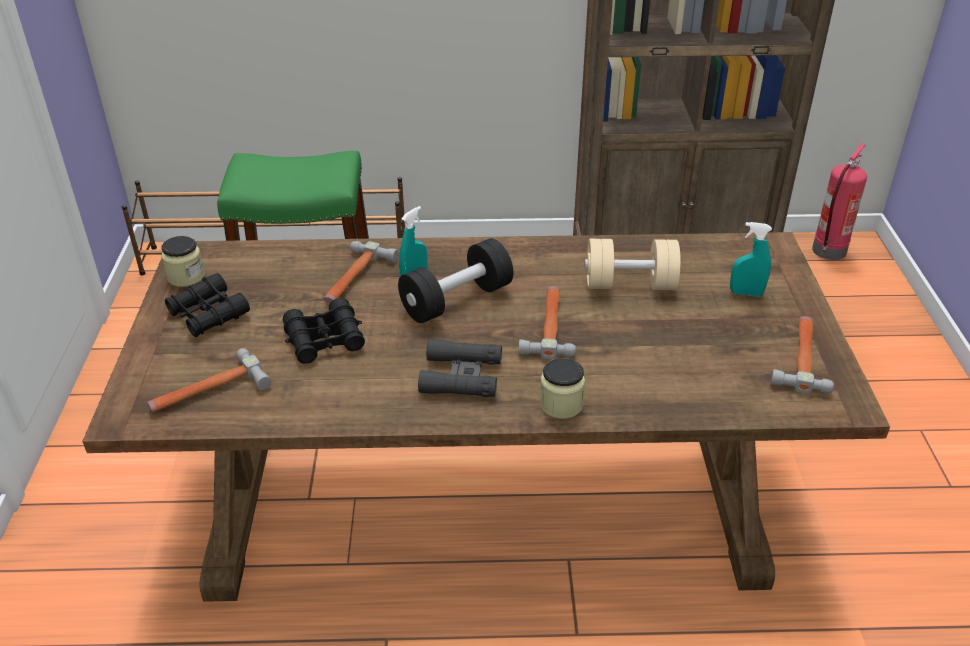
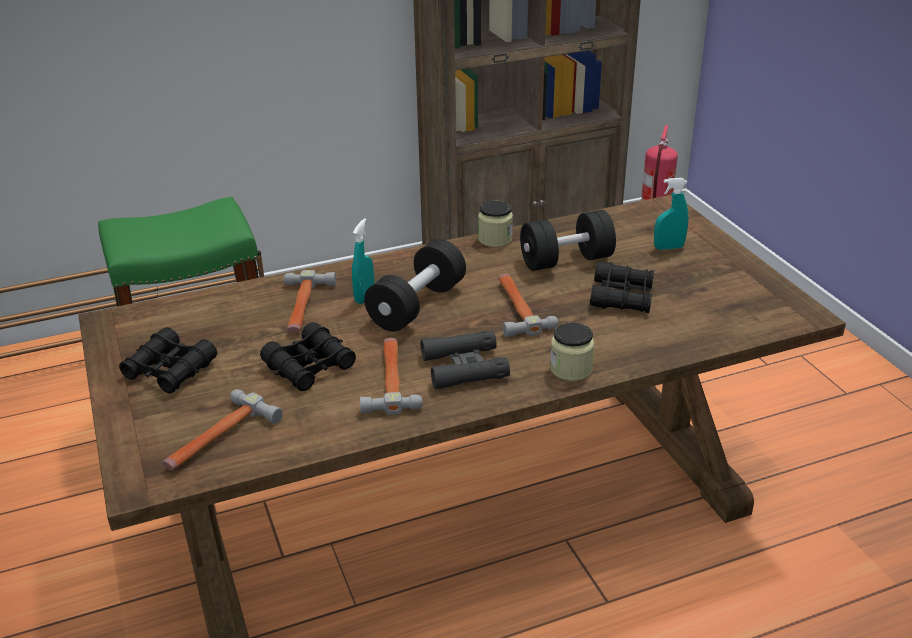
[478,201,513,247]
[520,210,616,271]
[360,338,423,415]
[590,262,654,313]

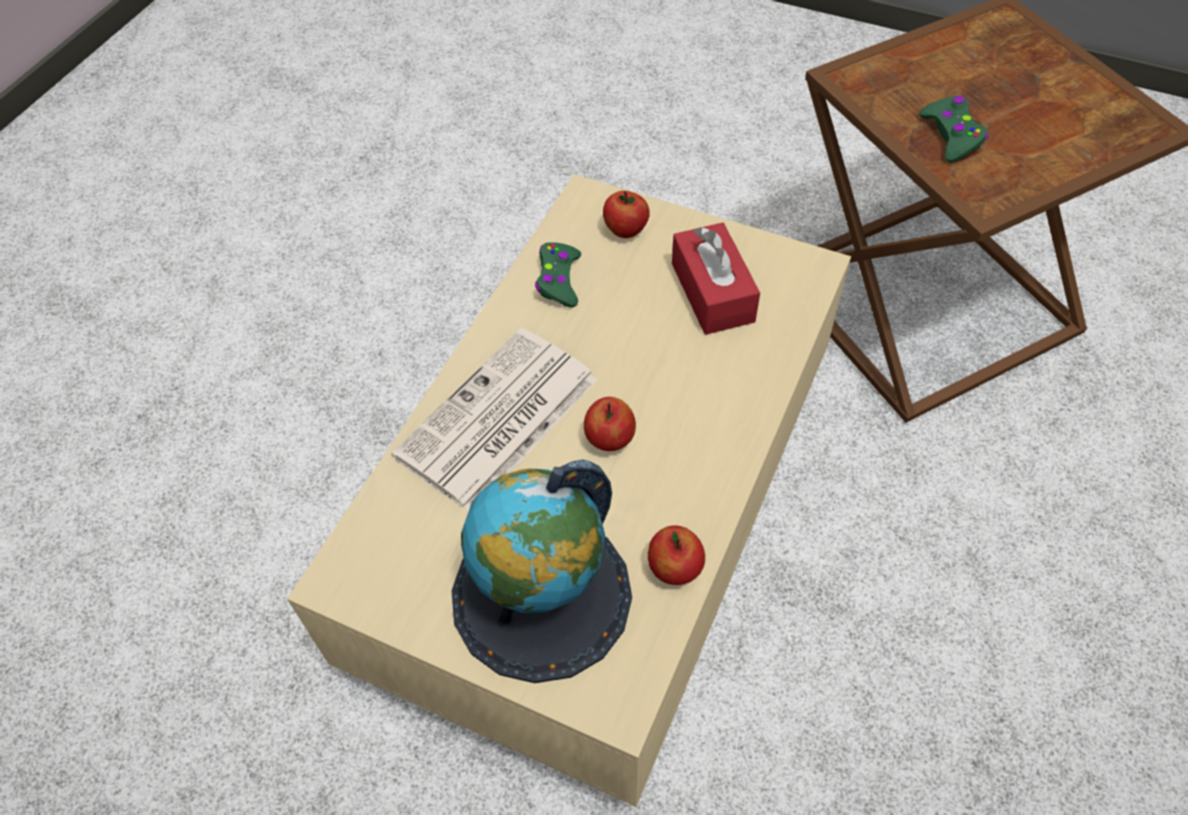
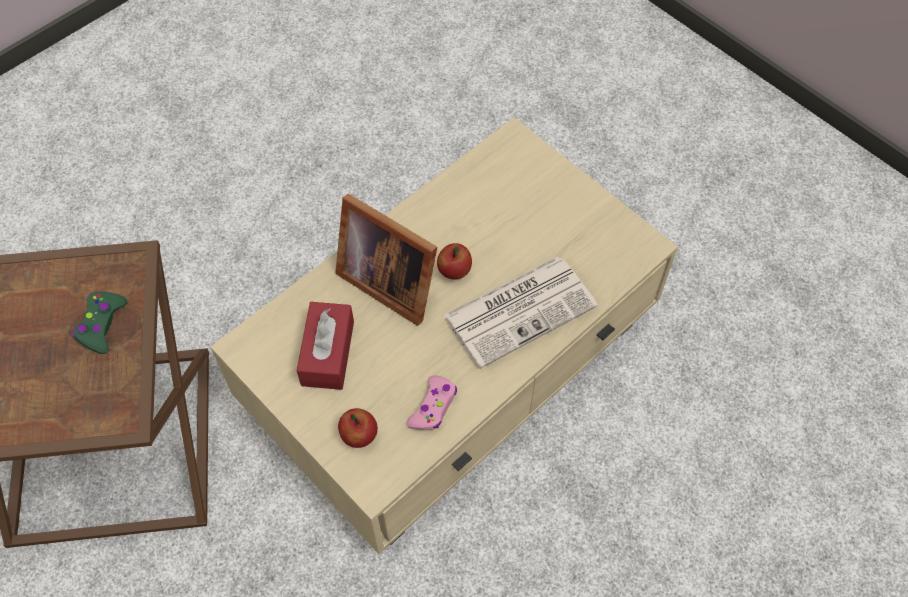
[451,459,632,683] (first image)
[406,375,457,430]
[648,525,705,585] (first image)
[335,193,437,326]

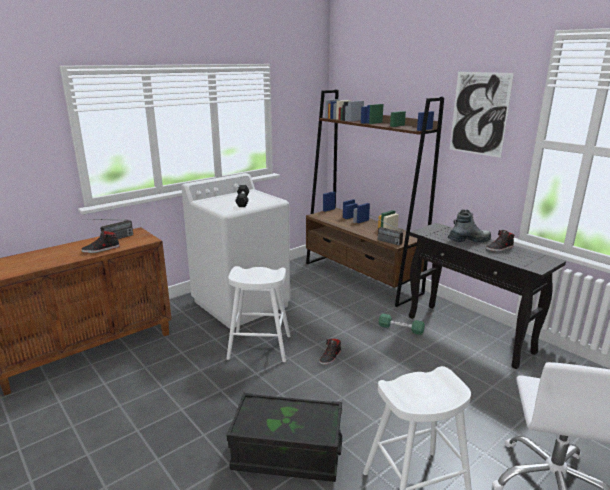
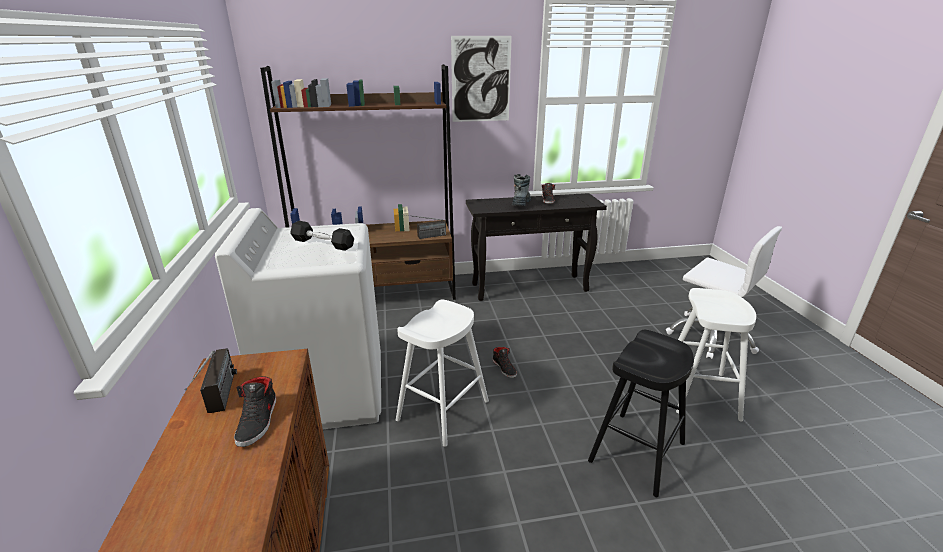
[588,330,694,497]
[379,314,425,335] (first image)

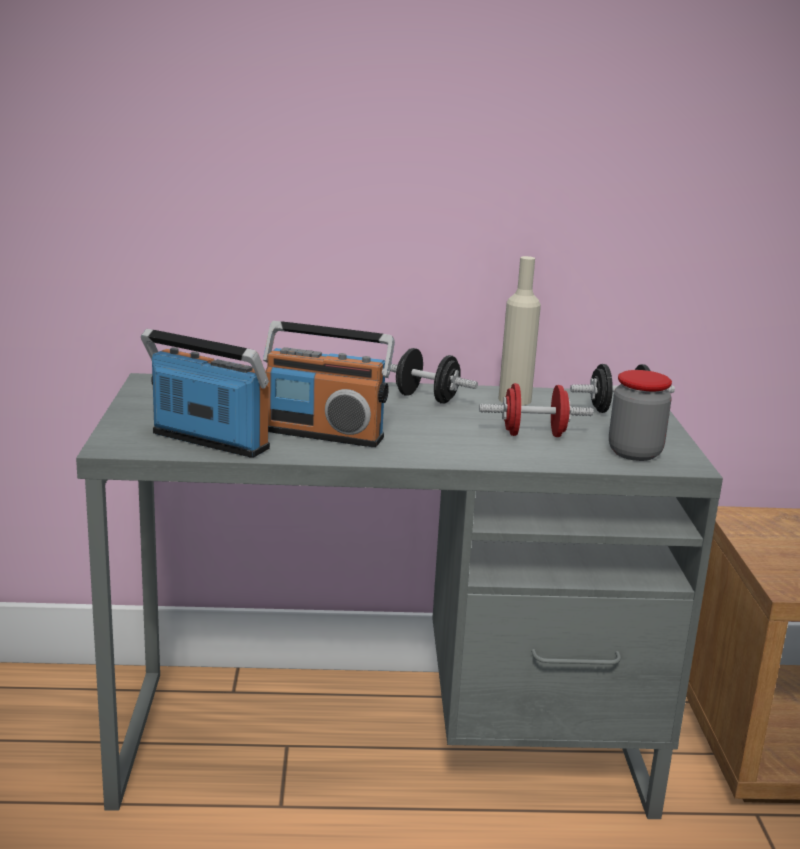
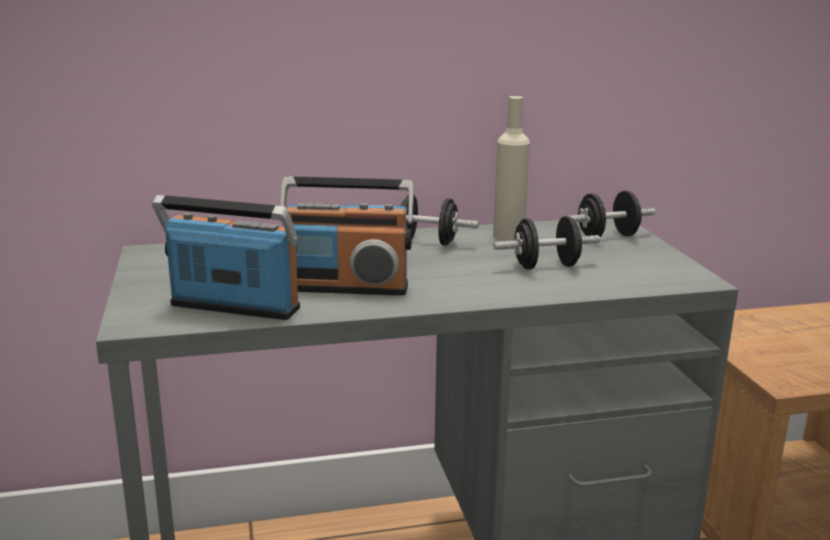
[493,216,600,270]
[609,370,672,461] (first image)

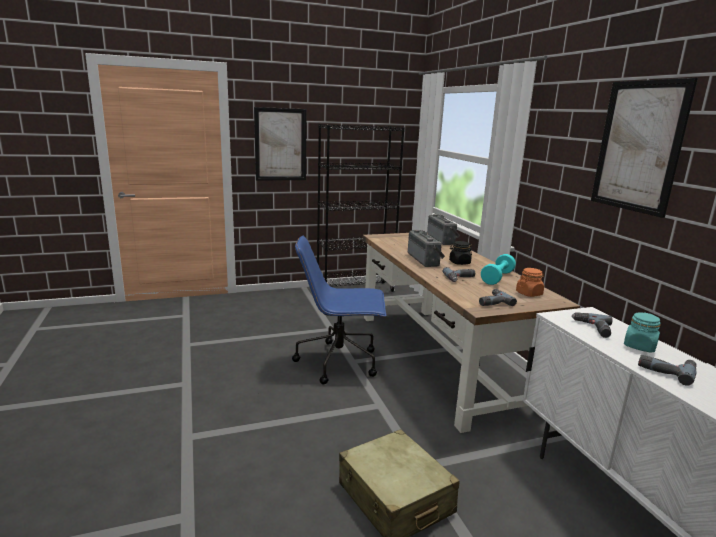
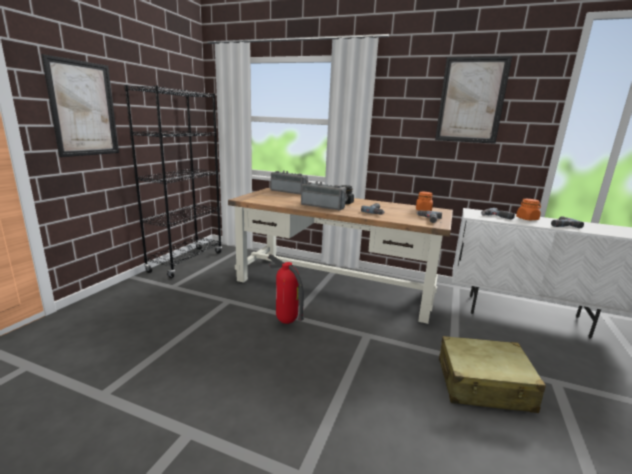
[268,254,304,324]
[481,254,516,285] (first image)
[516,199,541,220]

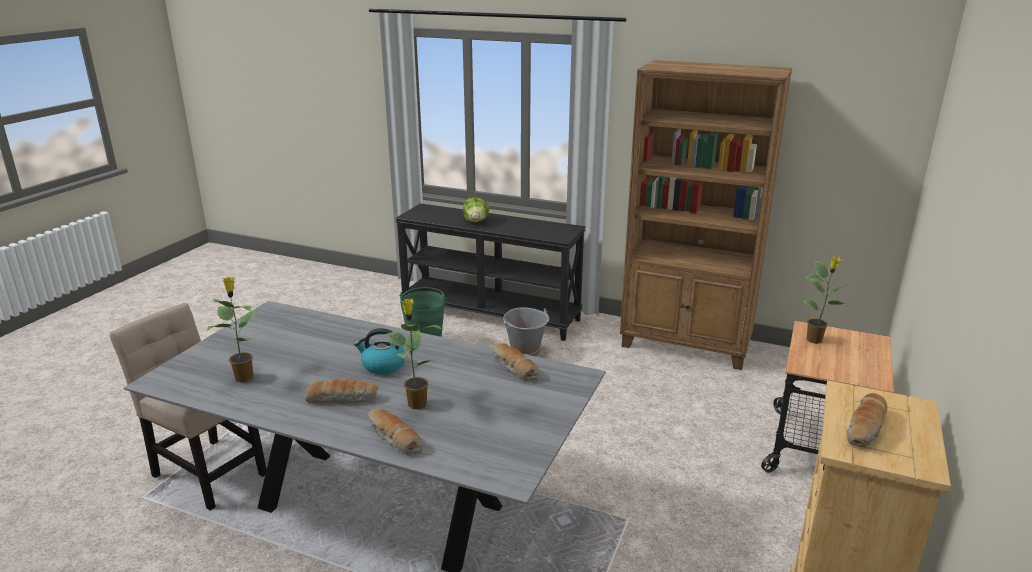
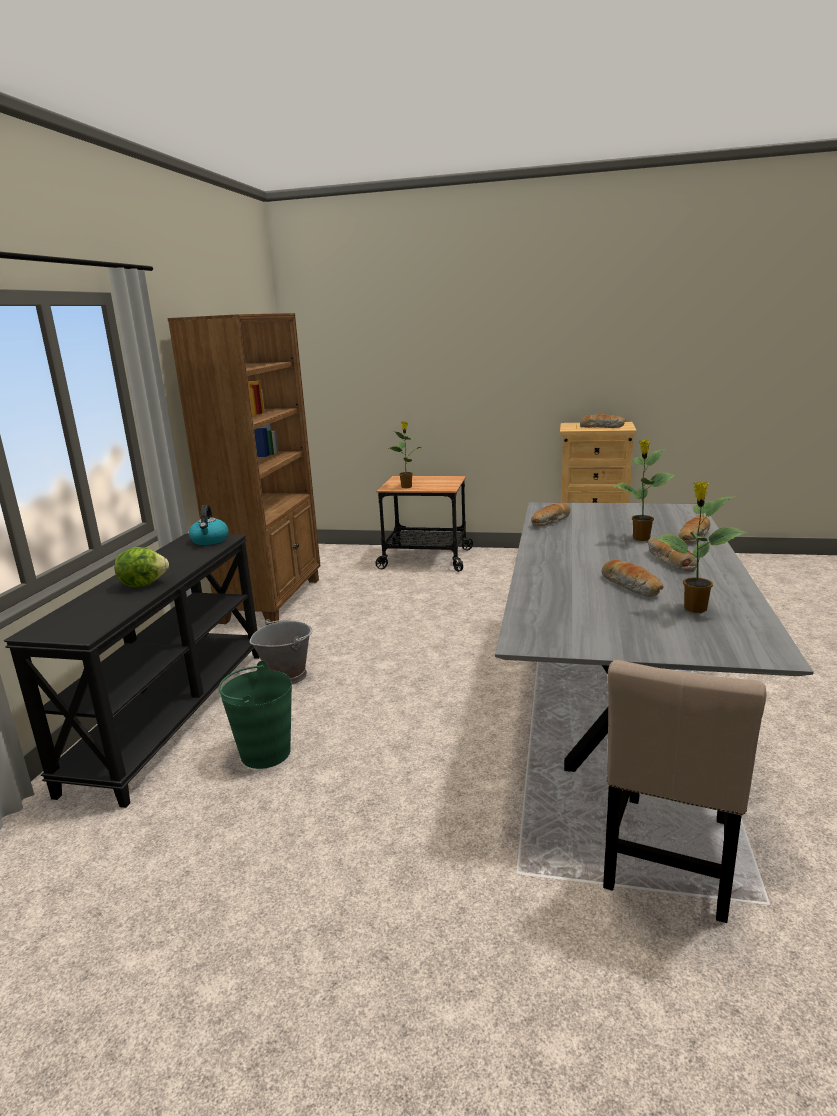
[189,505,228,545]
[601,560,664,597]

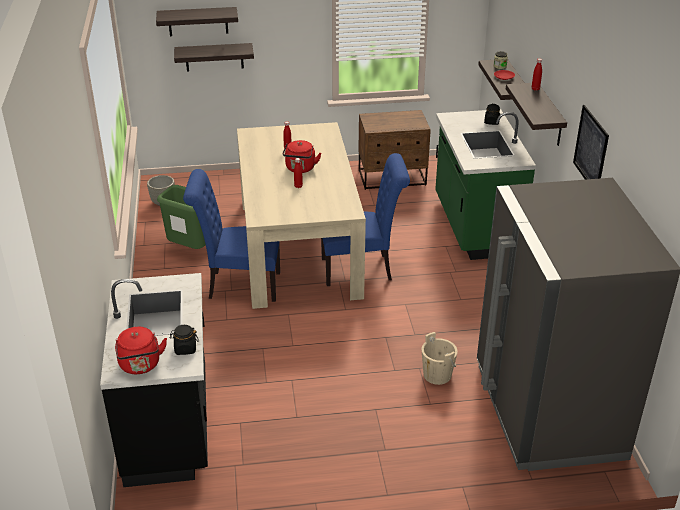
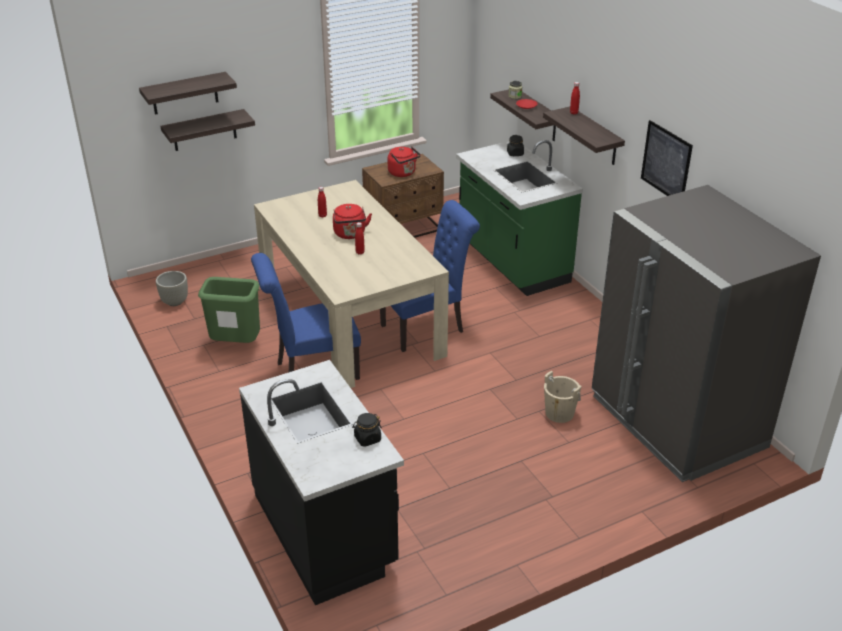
[388,146,421,177]

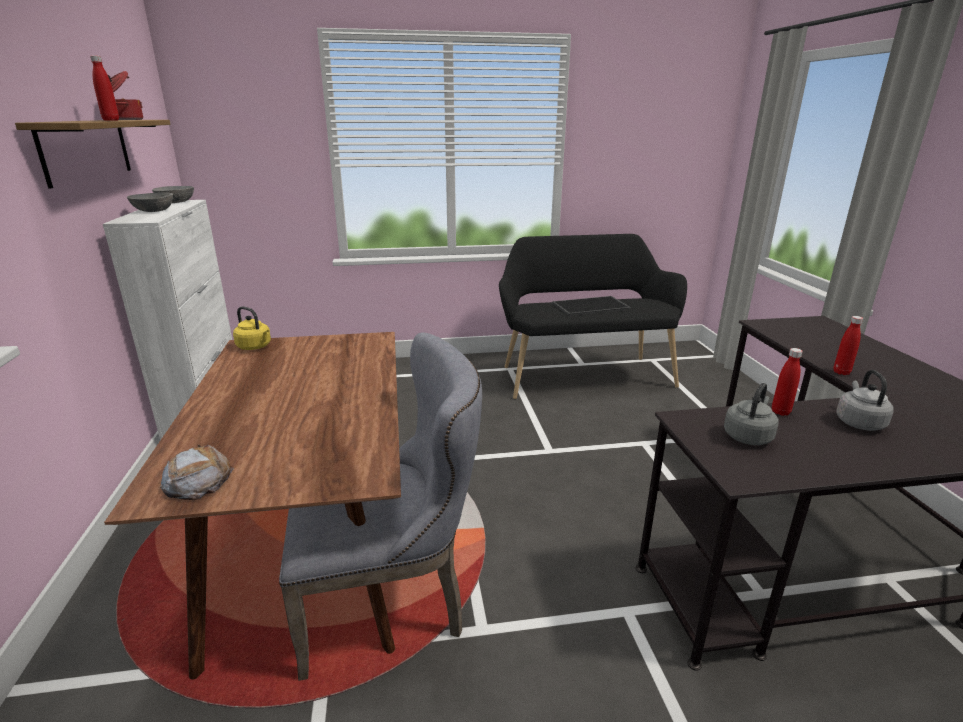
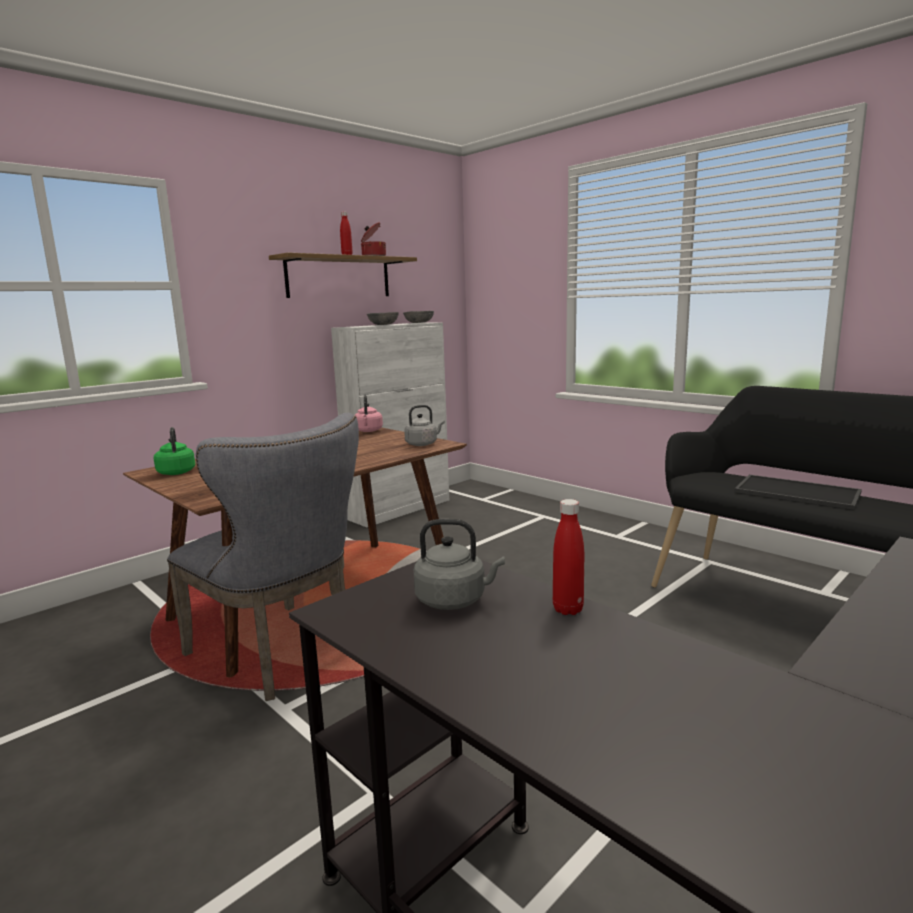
[154,427,195,475]
[355,395,383,432]
[833,316,863,375] (first image)
[404,405,445,446]

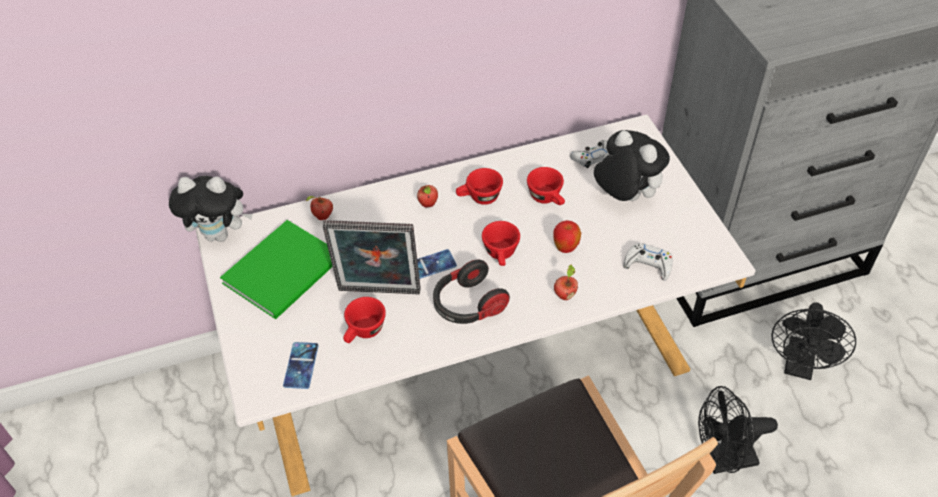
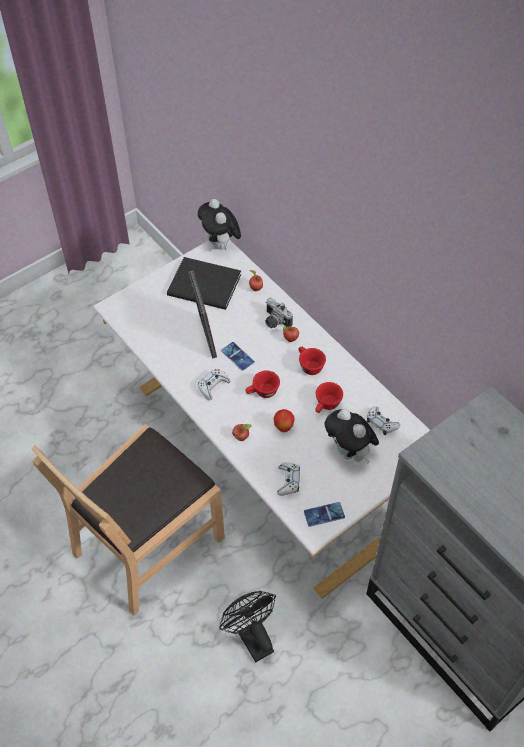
[167,257,241,310]
[304,502,345,527]
[343,297,386,343] (first image)
[198,369,230,400]
[324,409,379,463]
[771,302,856,380] (first image)
[265,298,293,328]

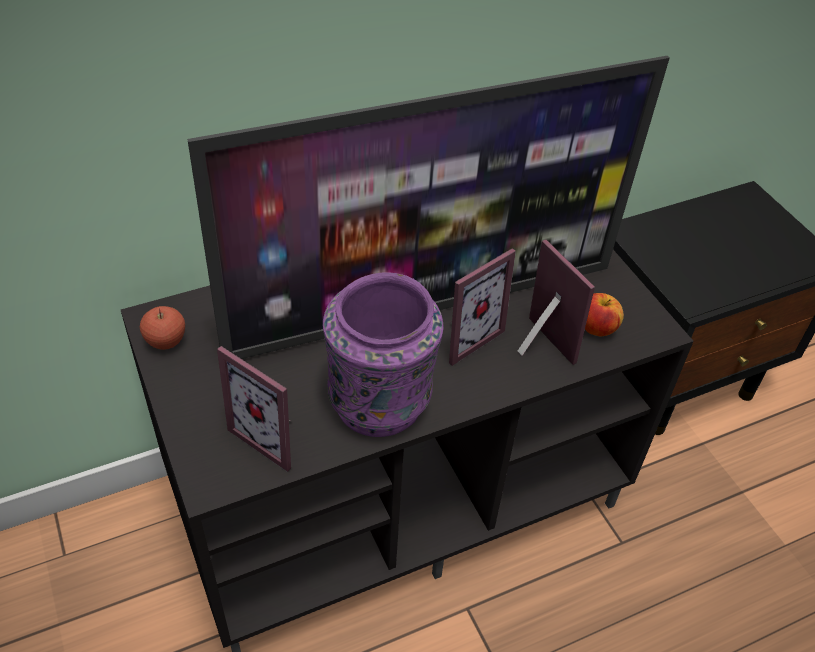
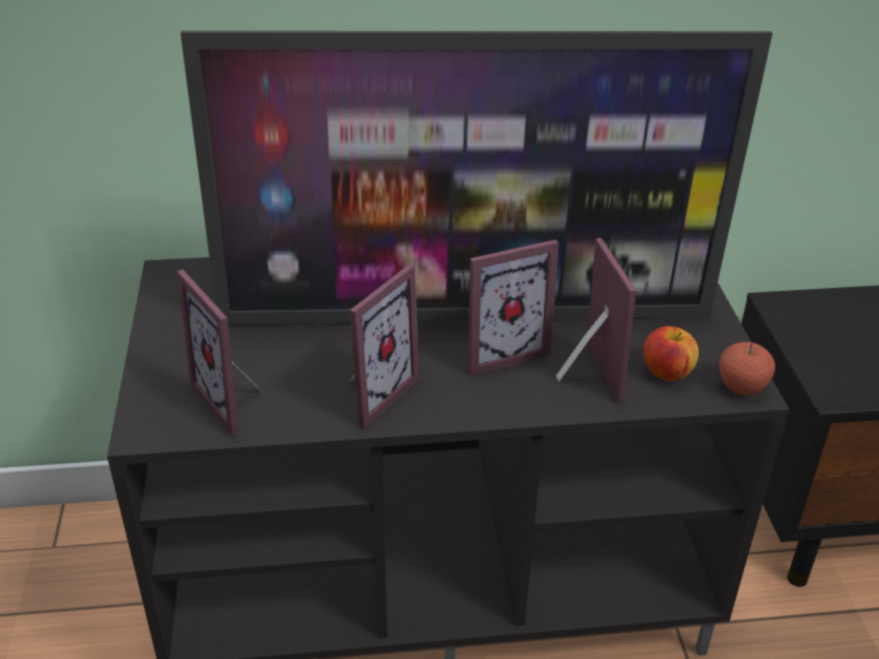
[719,342,775,395]
[347,264,419,429]

